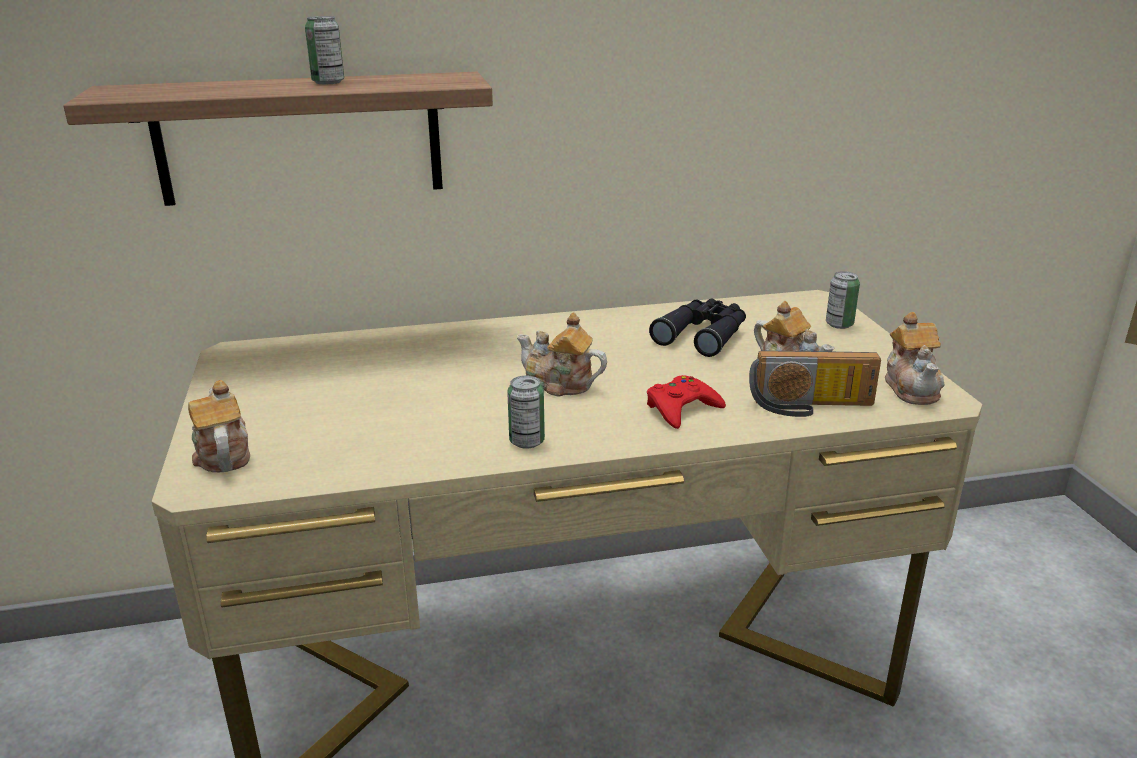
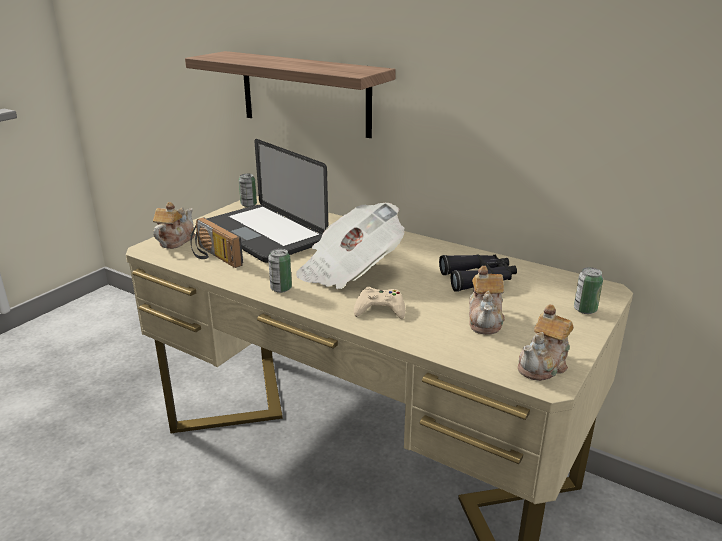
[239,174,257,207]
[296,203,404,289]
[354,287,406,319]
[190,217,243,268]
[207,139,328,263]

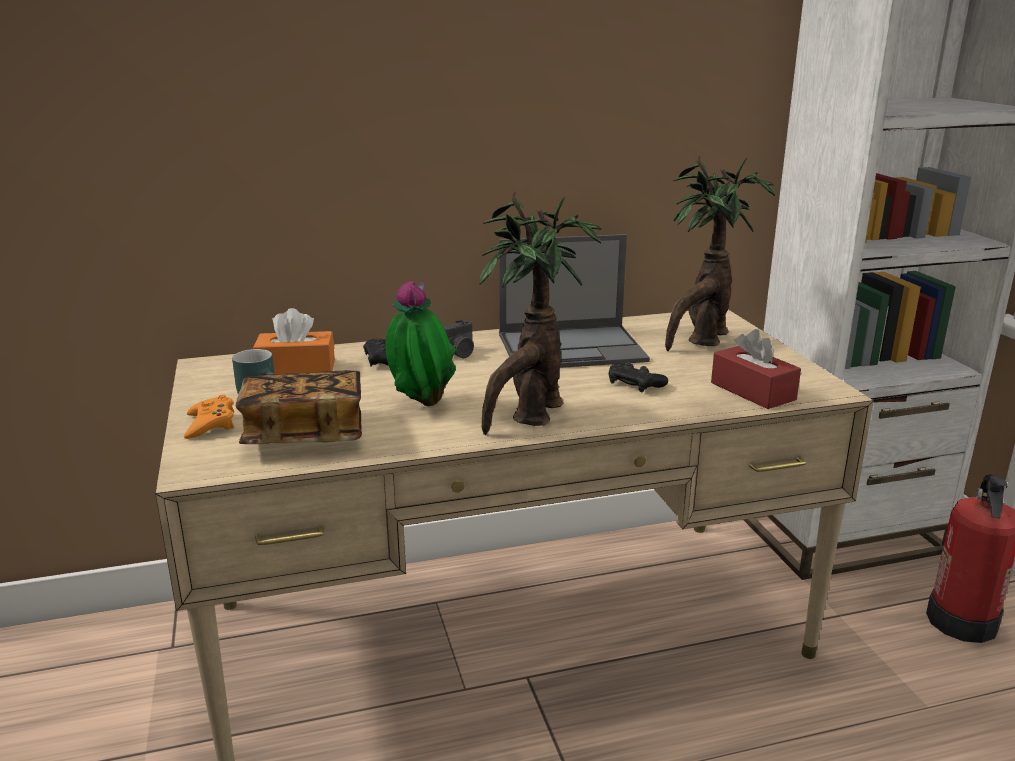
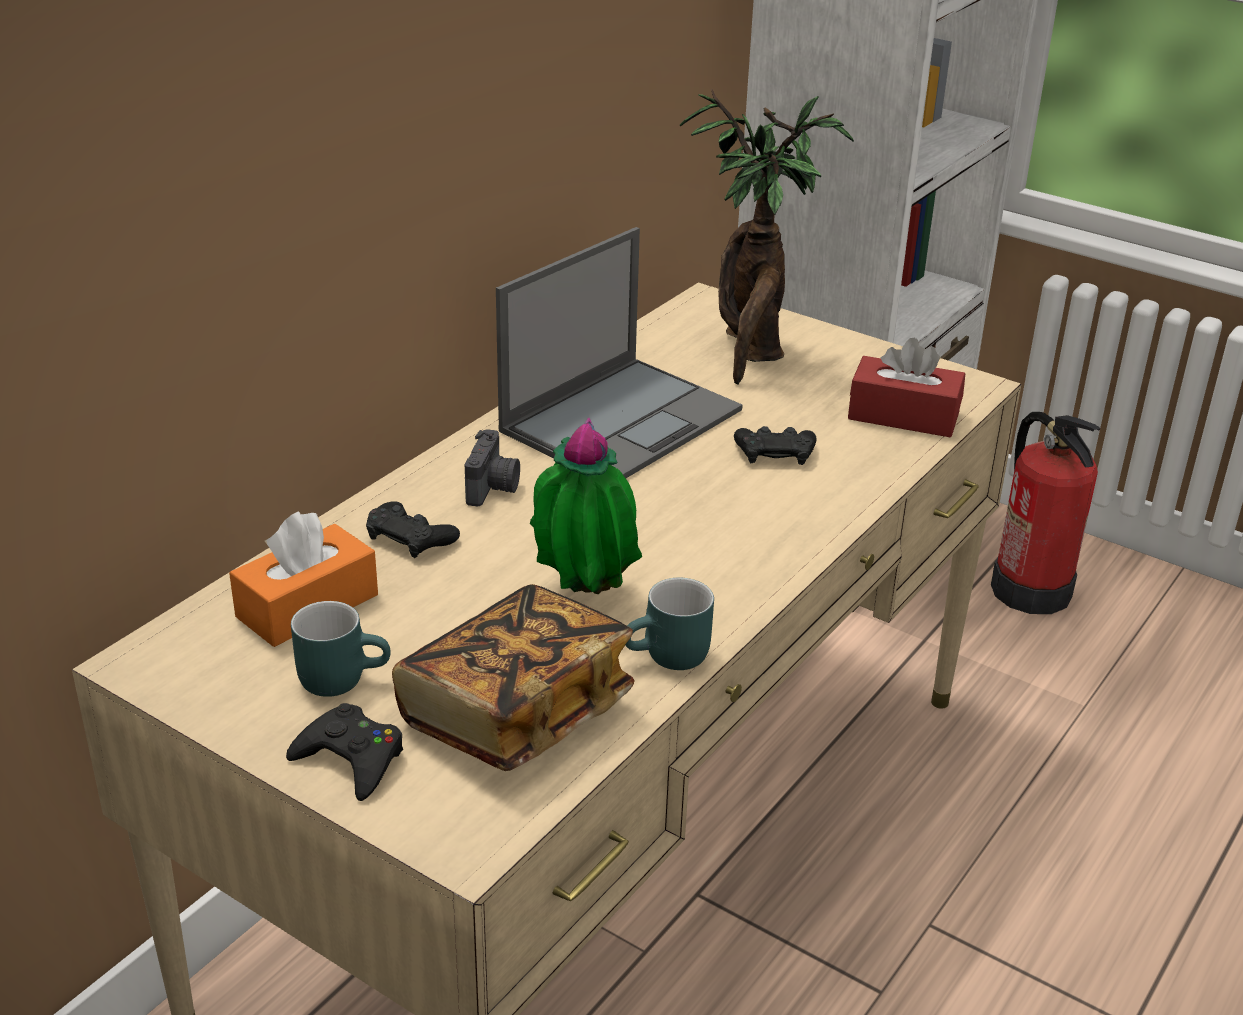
[286,703,403,801]
[479,191,602,435] (first image)
[625,577,714,670]

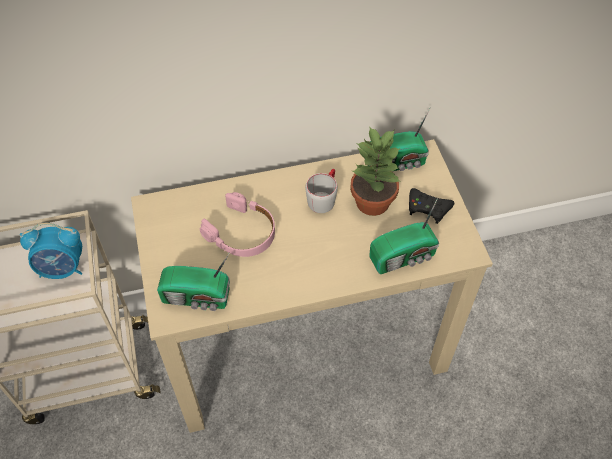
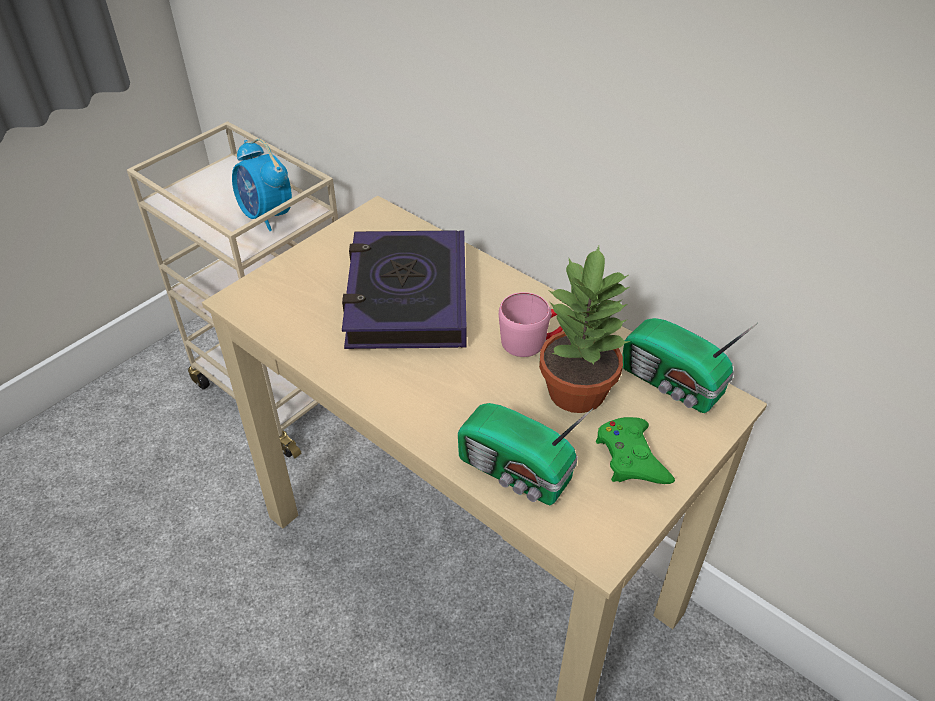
[157,252,230,311] (first image)
[342,230,467,349]
[499,292,563,357]
[596,417,675,484]

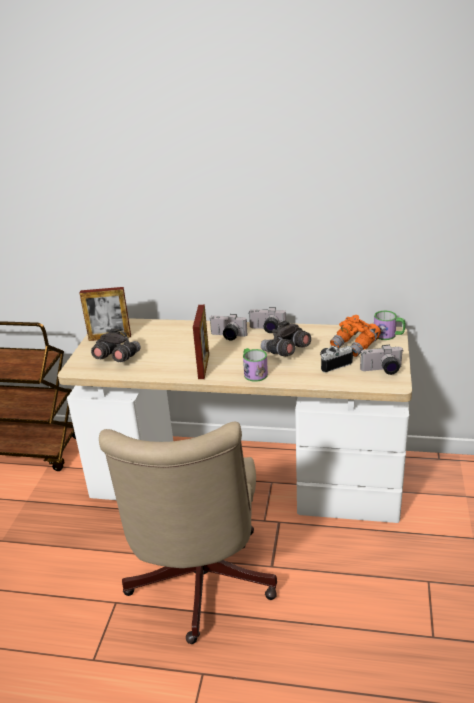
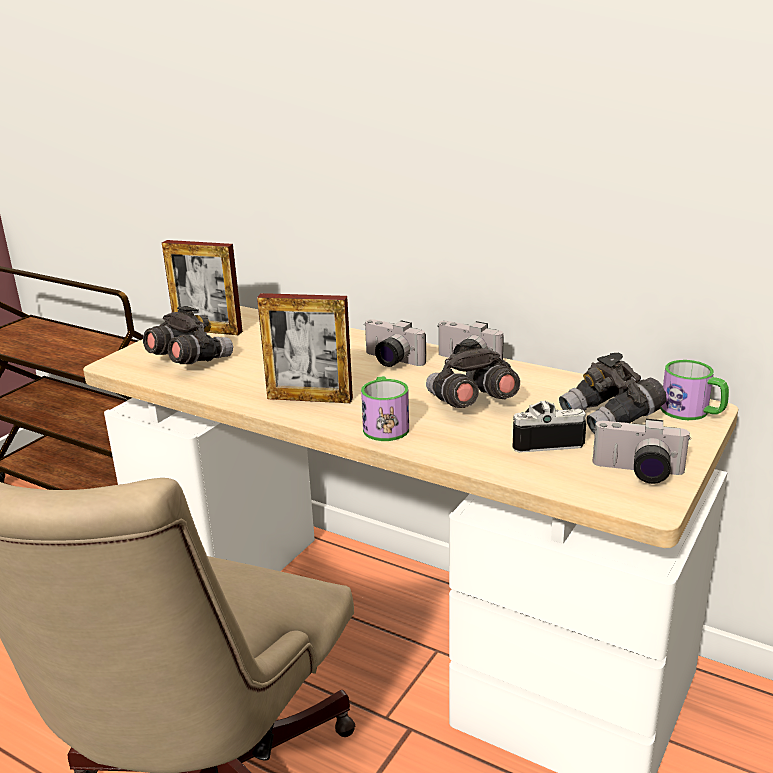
[257,293,353,403]
[559,352,667,434]

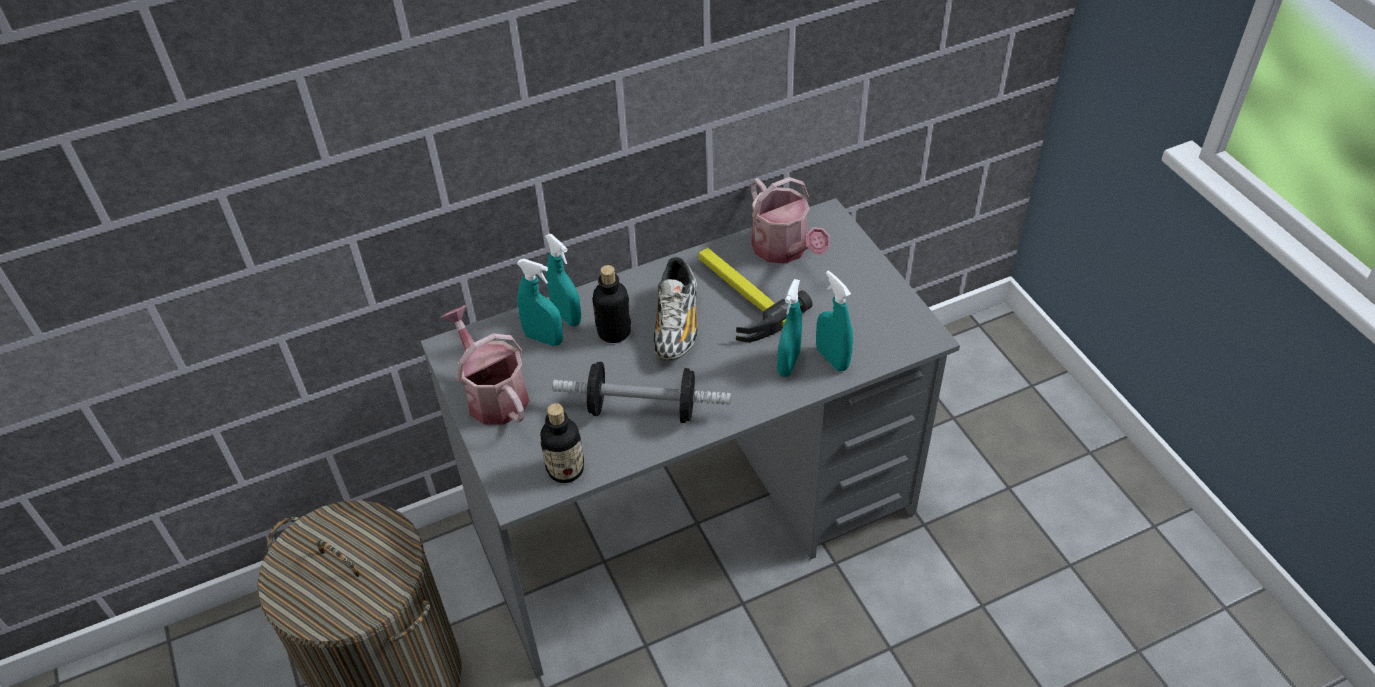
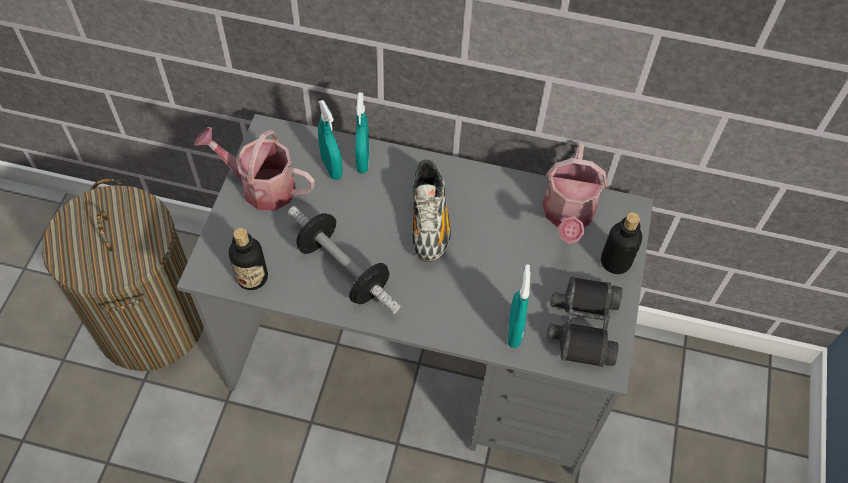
[194,127,315,211]
[601,212,642,274]
[412,160,451,262]
[699,248,813,343] (first image)
[777,279,802,377] (first image)
[547,277,622,367]

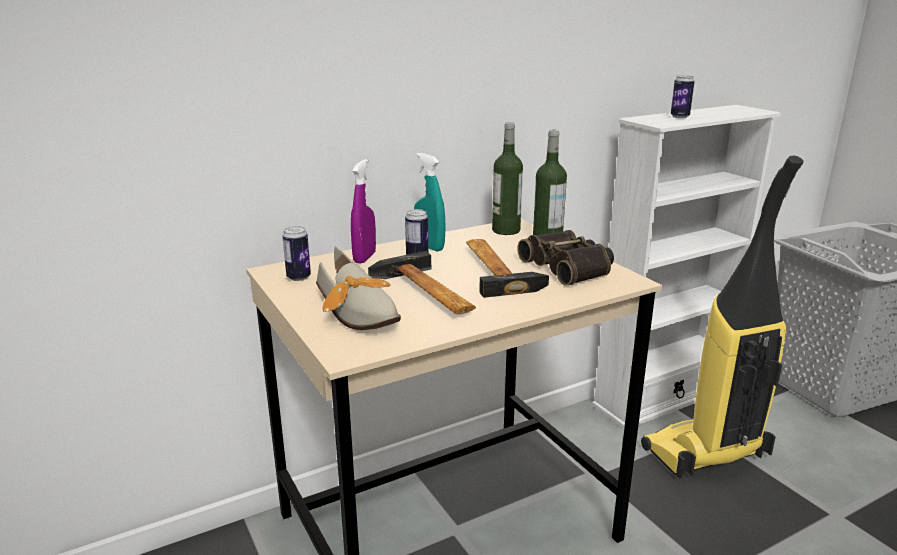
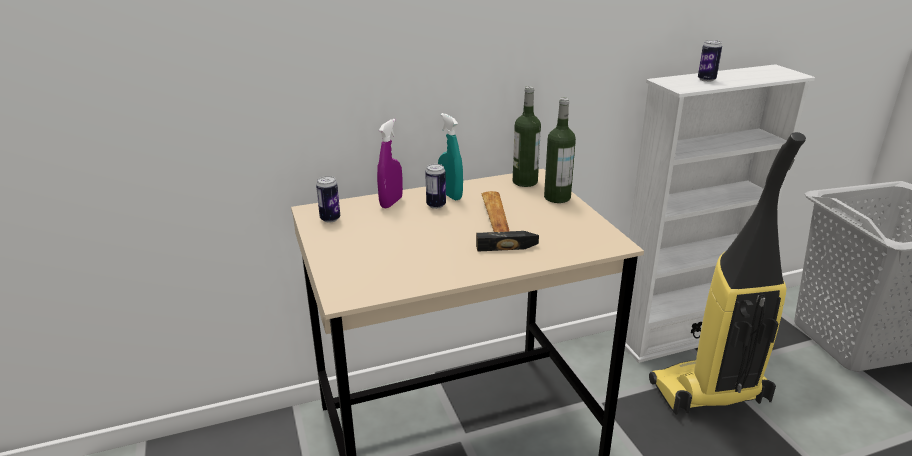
[316,246,401,330] (first image)
[368,251,476,314] (first image)
[517,230,614,286] (first image)

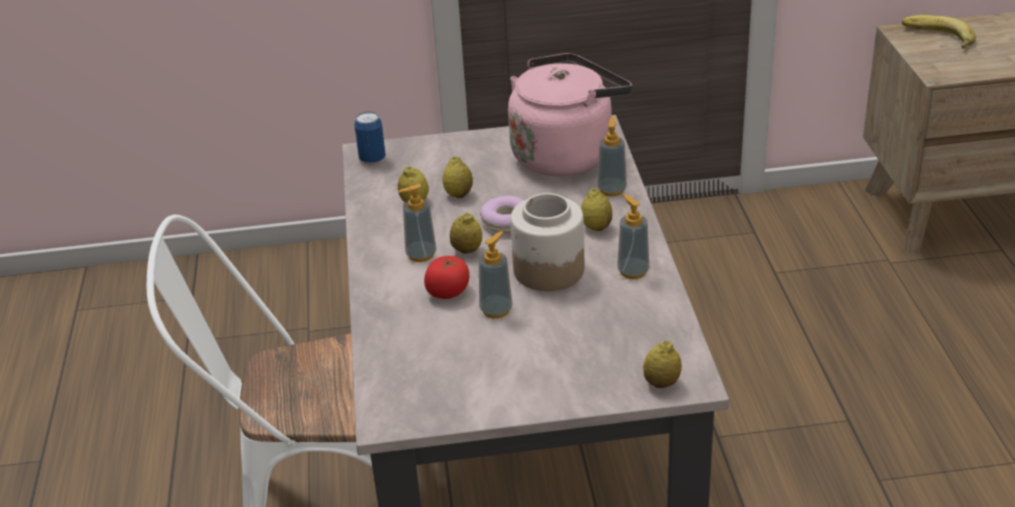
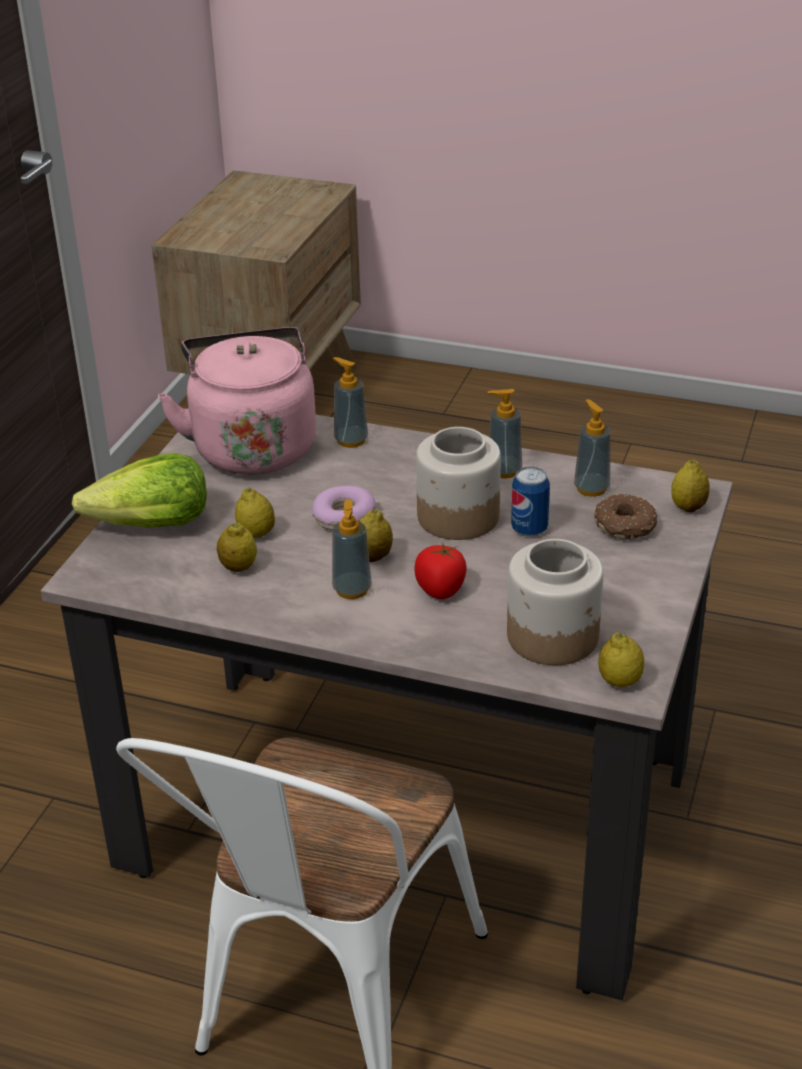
[511,467,550,537]
[574,399,611,497]
[598,632,644,687]
[902,15,976,48] (first image)
[72,453,207,528]
[507,539,603,665]
[594,494,657,540]

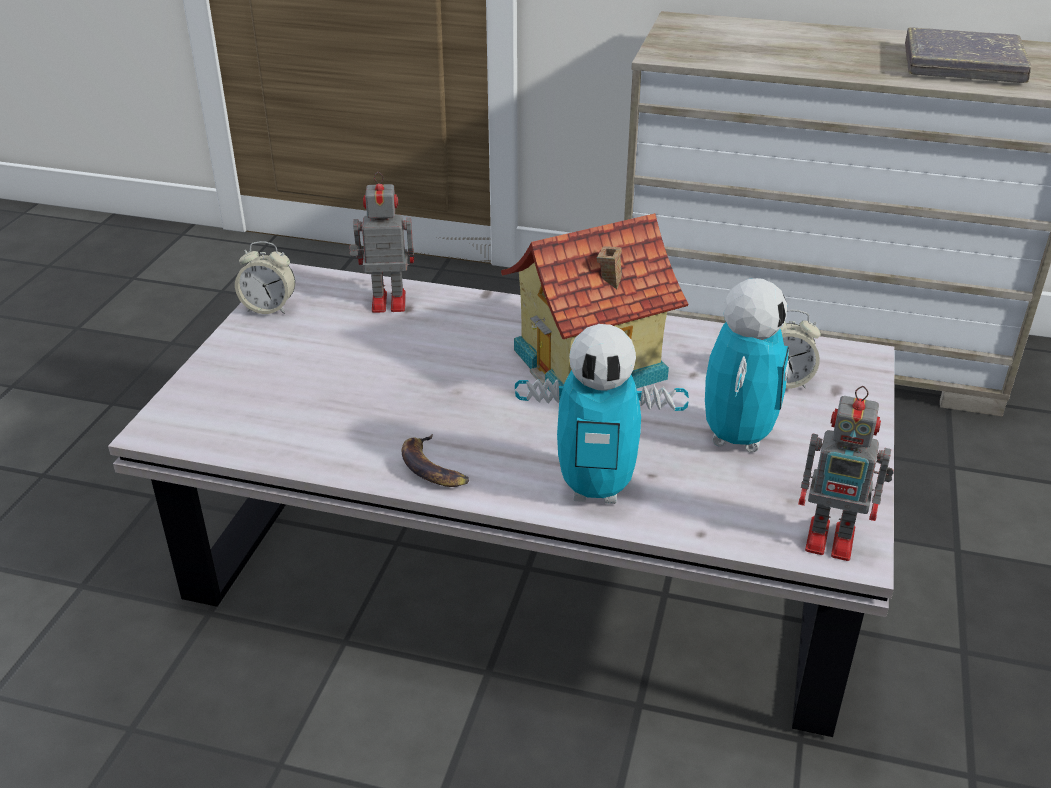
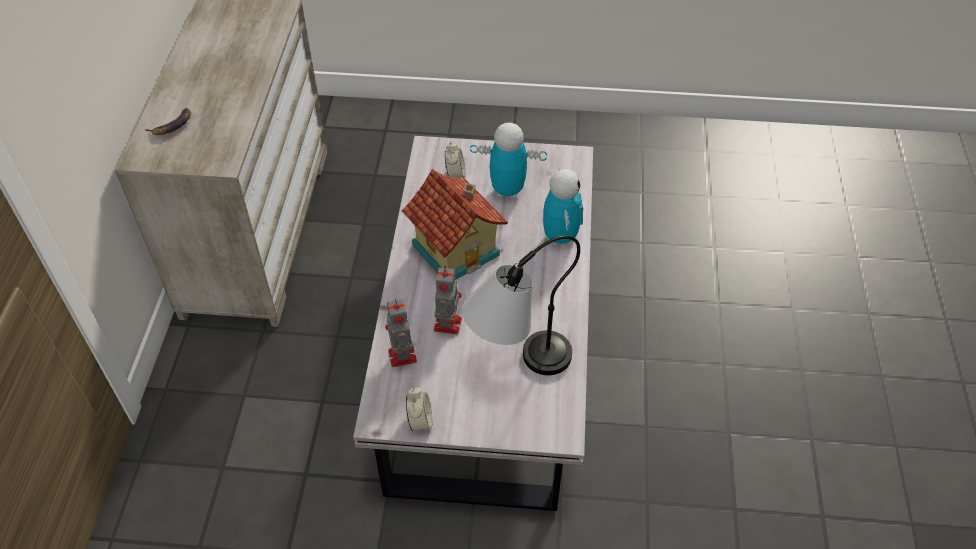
[145,108,191,135]
[434,266,462,334]
[905,28,1031,83] (first image)
[462,235,580,375]

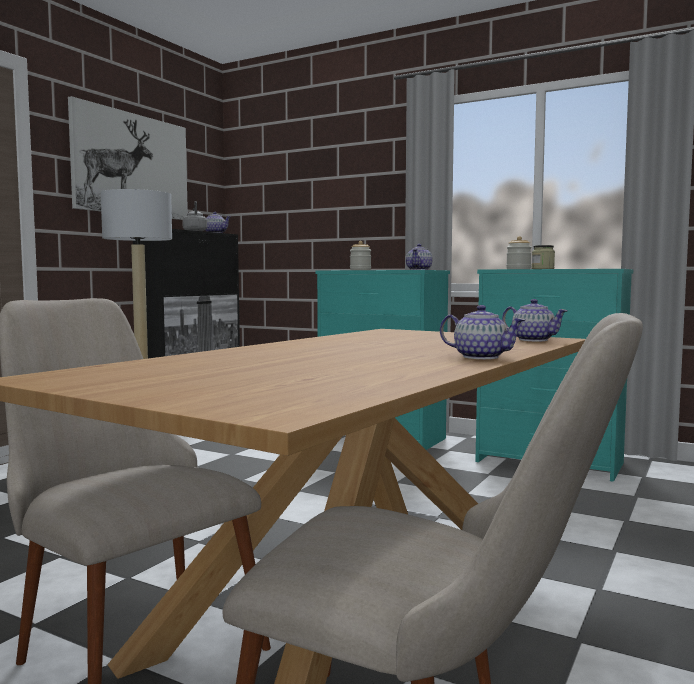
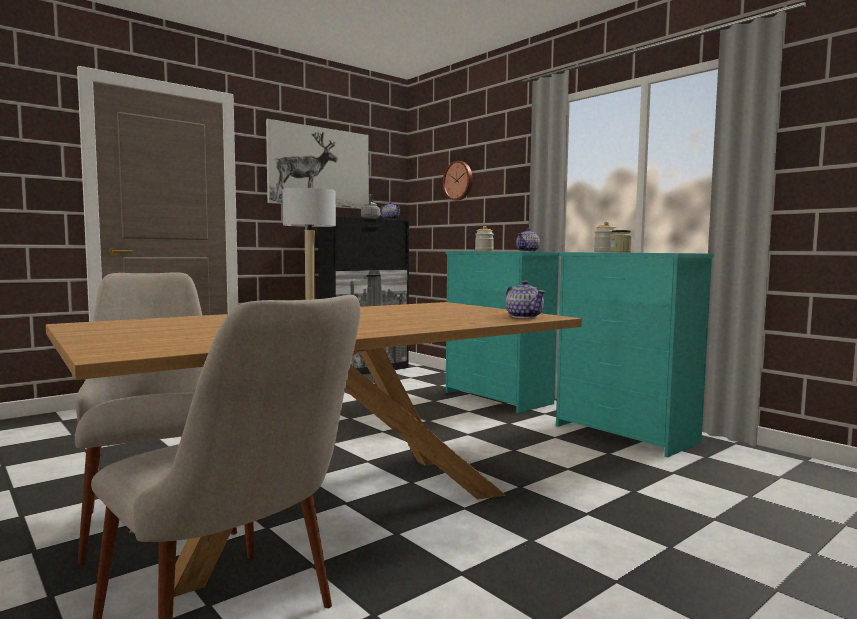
[440,305,525,359] (first image)
[443,161,473,201]

